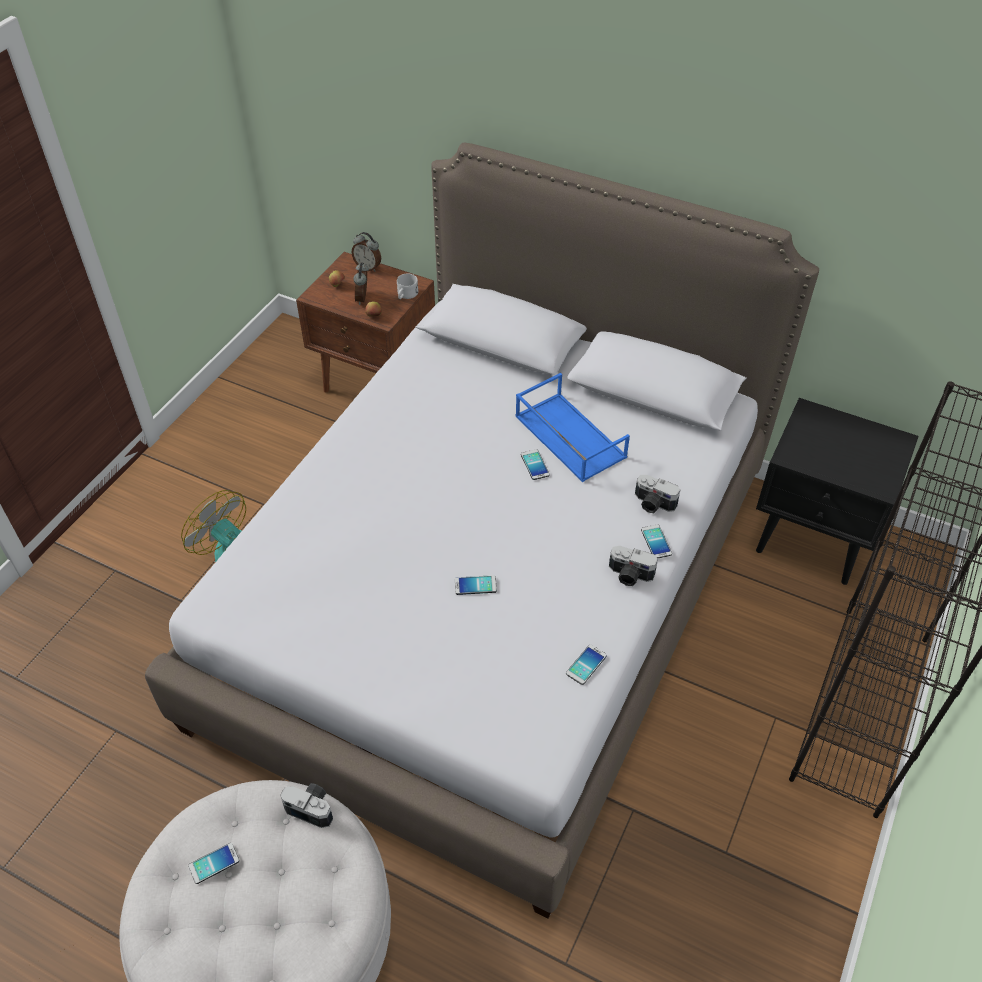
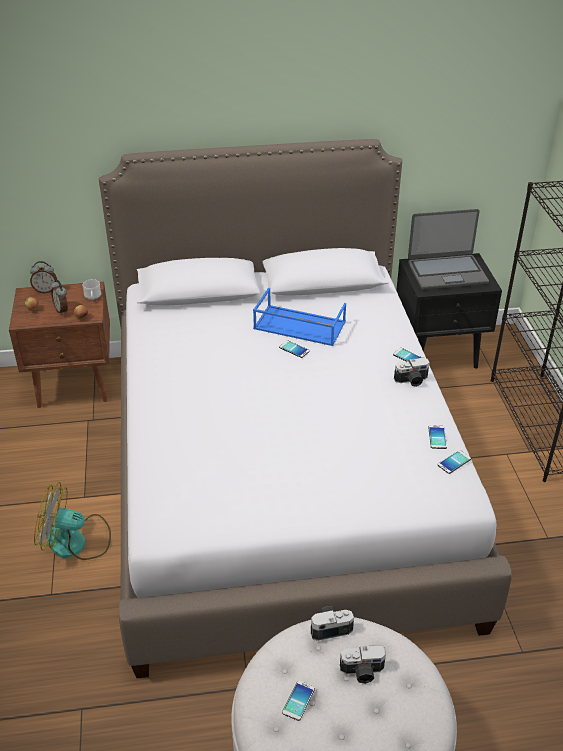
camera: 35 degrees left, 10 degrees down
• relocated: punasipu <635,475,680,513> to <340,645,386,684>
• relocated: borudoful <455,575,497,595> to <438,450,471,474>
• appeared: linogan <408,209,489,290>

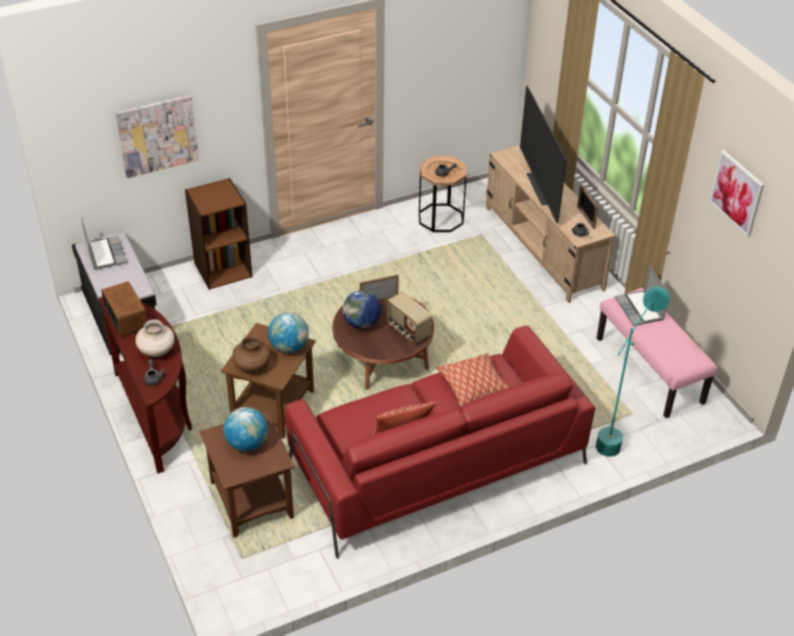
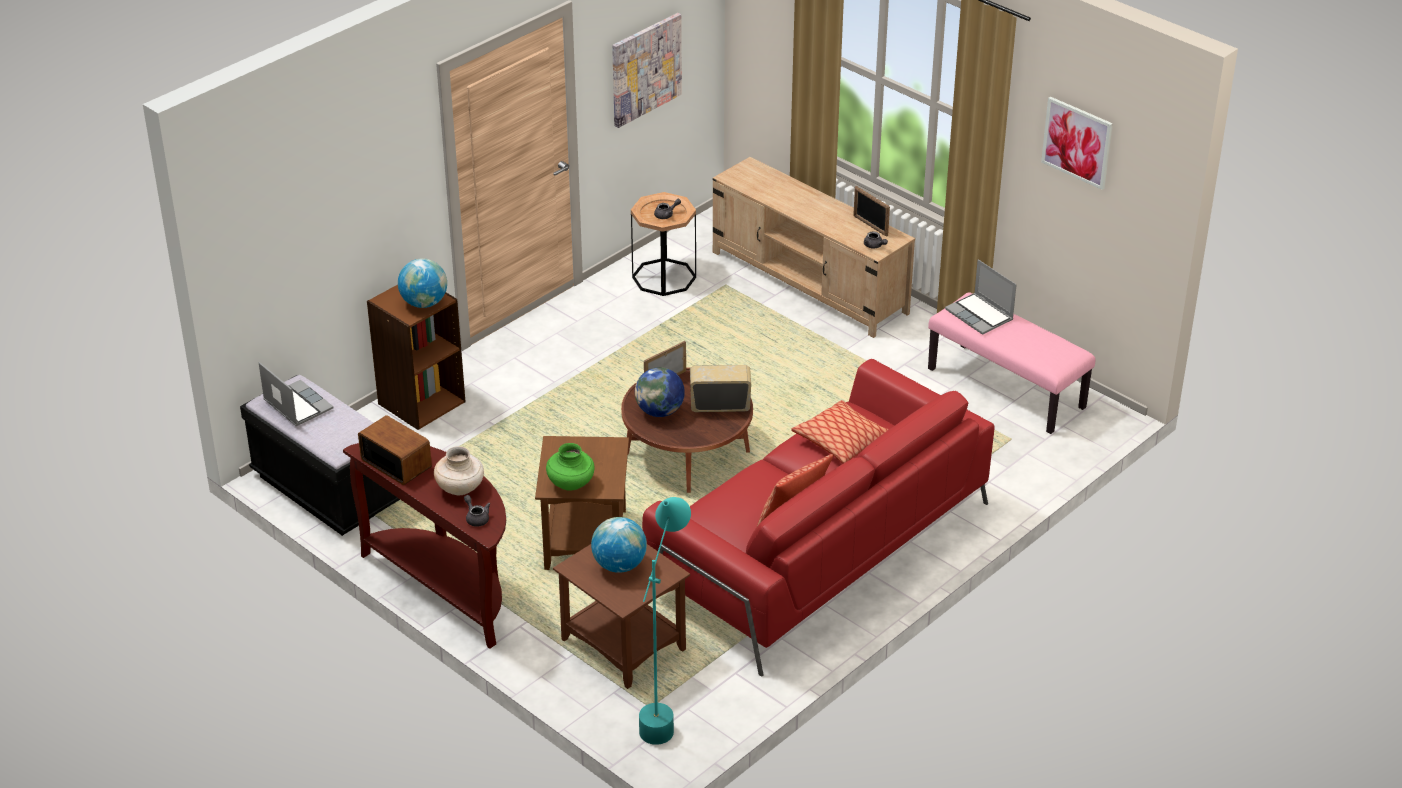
camera: 20 degrees left, 5 degrees down
• missing: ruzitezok <520,86,567,223>
• relocated: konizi <115,95,199,178> to <612,13,682,128>
• relocated: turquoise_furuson <596,287,670,457> to <639,497,691,745>
• spun: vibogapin <386,292,432,344> = <690,365,751,412> 150 degrees clockwise
• relocated: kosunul <268,312,309,353> to <398,258,447,308>
• colour: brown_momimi <232,336,270,372> to green_momimi <546,443,594,491>

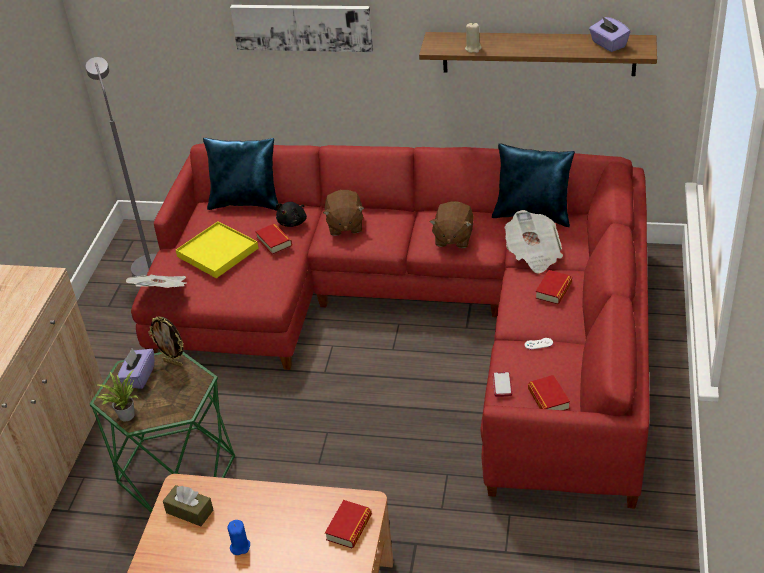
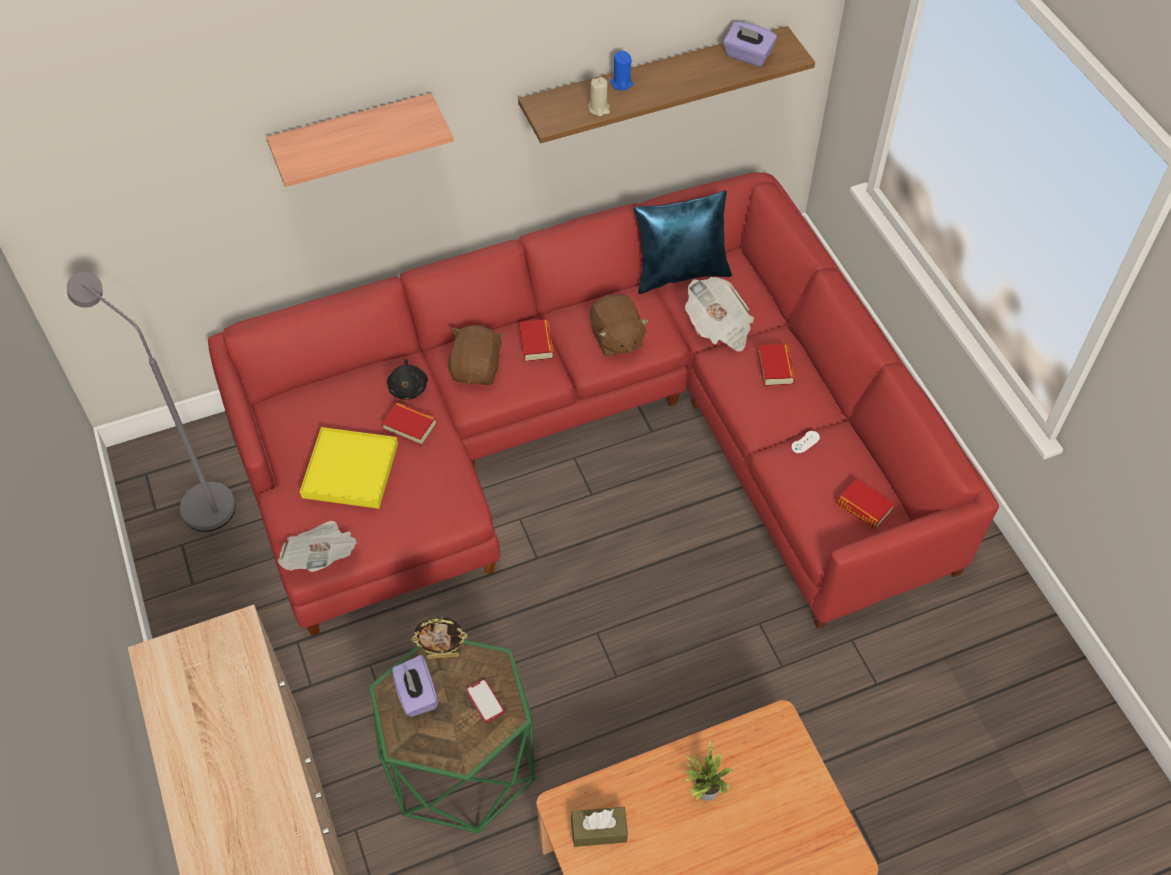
camera: 35 degrees left, 15 degrees up
• exchanged: konizi <230,5,373,52> to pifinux <266,93,454,187>
• missing: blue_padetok <203,138,278,210>
• spun: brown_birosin <323,190,364,236> = <448,325,504,385> 135 degrees counterclockwise
• relocated: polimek <96,370,138,421> to <684,739,734,801>
• relocated: borudoful <493,372,512,397> to <466,679,504,723>
• relocated: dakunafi <325,500,372,548> to <520,319,554,362>
• relocated: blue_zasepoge <227,520,250,555> to <610,51,633,91>

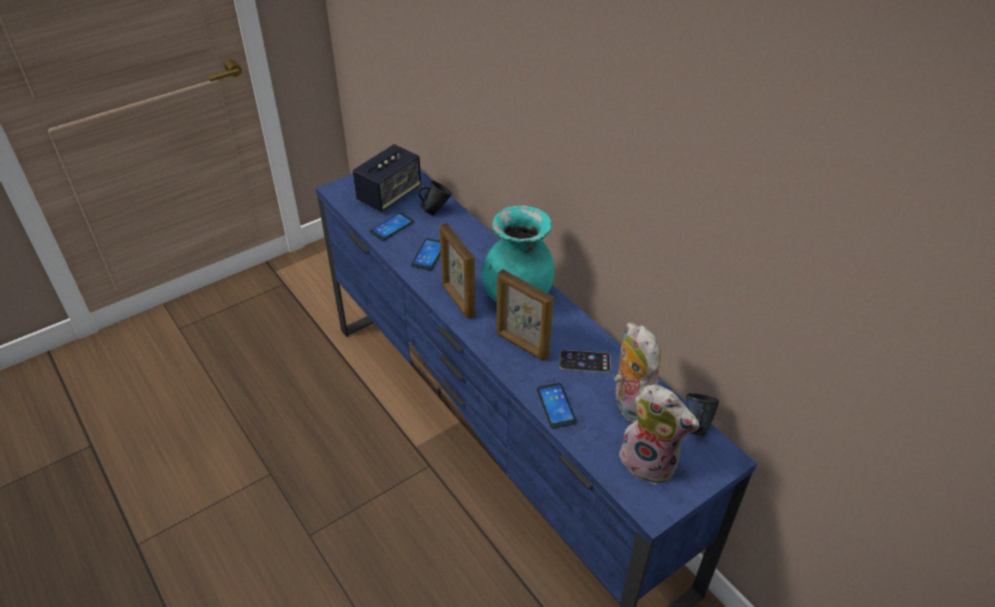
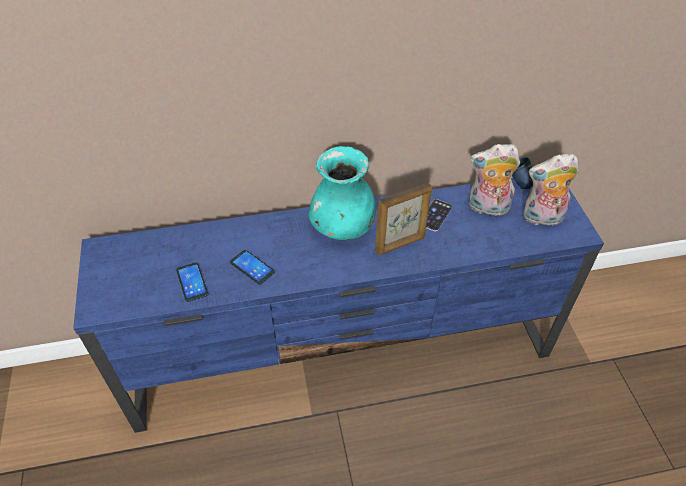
camera: 65 degrees left, 5 degrees up
• missing: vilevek <353,144,421,212>
• missing: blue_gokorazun <418,181,452,215>
• missing: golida <439,223,475,319>
• missing: borudoful <537,383,577,428>
• spun: birosin <619,384,699,485> = <523,153,579,226> 150 degrees counterclockwise

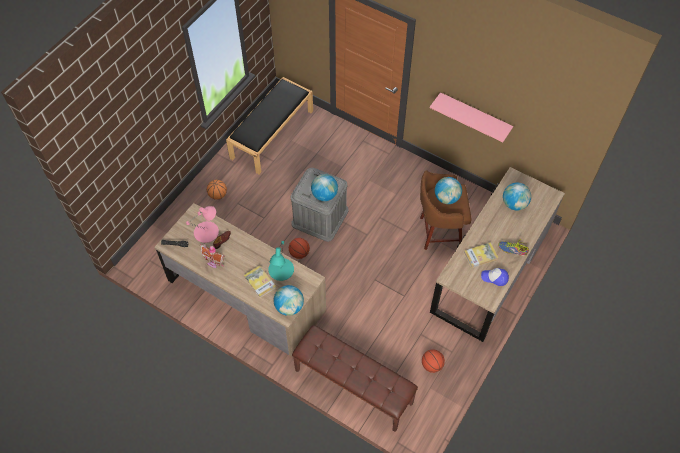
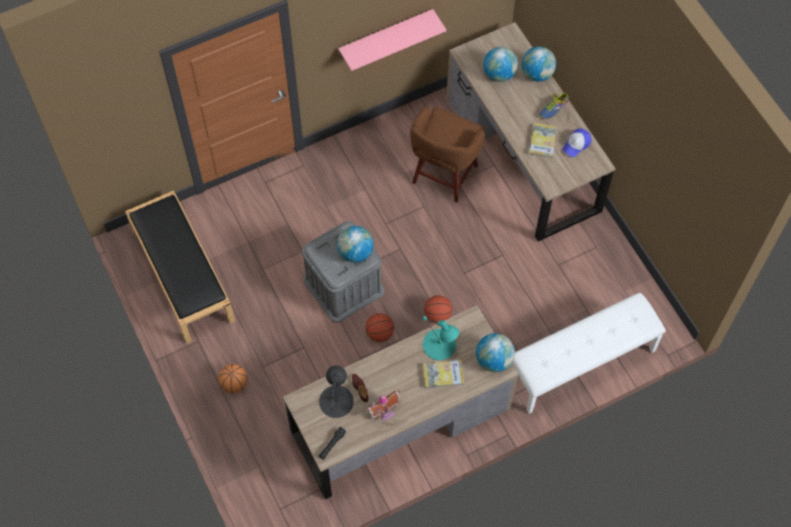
camera: 60 degrees left, 5 degrees up
• relocated: kosunul <435,177,462,204> to <522,46,556,82>
• colour: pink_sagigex <186,206,219,243> to black_sagigex <319,365,354,418>
• colour: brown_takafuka <292,325,418,432> to white_takafuka <512,293,666,414>
• relocated: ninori <422,349,445,373> to <424,295,452,324>

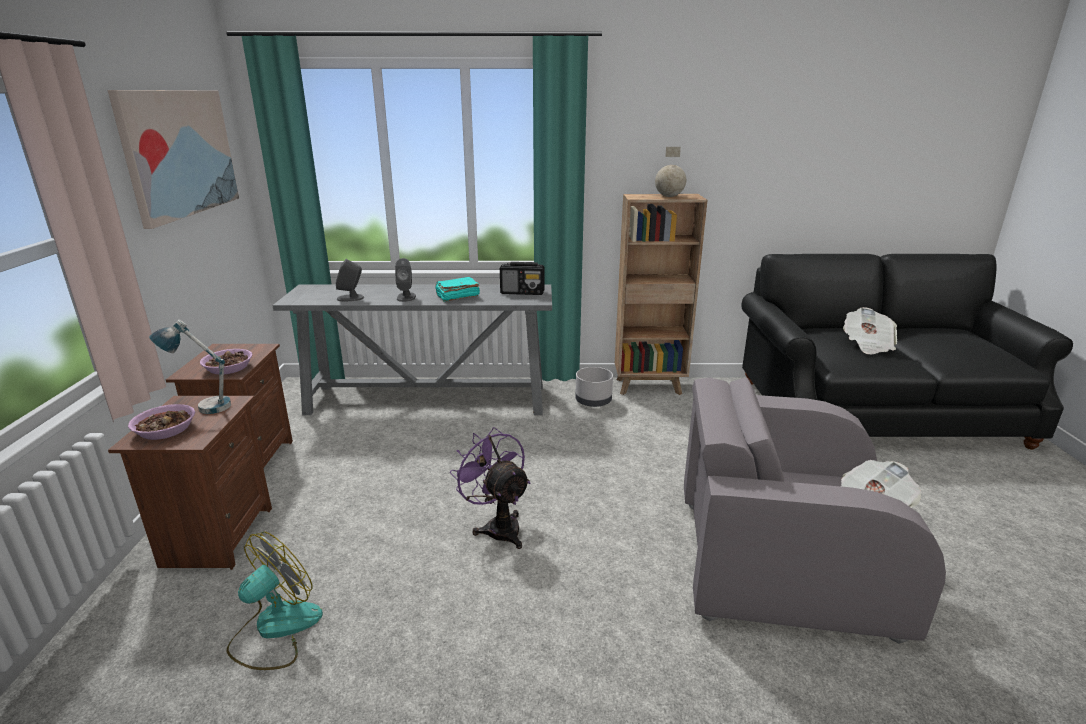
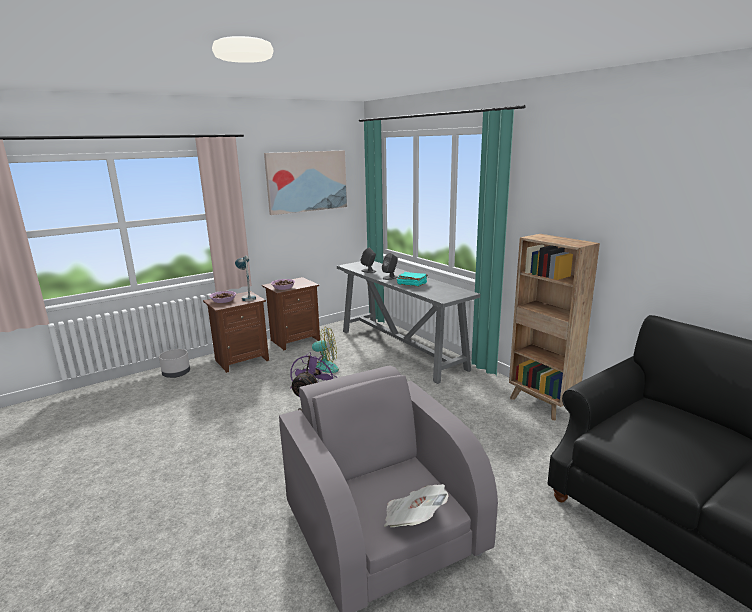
camera: 55 degrees right, 5 degrees down
• missing: kosunul <655,147,686,197>
• missing: vibogapin <500,262,544,295>
• missing: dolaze <843,307,897,354>
• relocated: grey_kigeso <575,367,613,407> to <159,349,190,378>
• relocated: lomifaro <227,532,323,670> to <303,327,339,373>

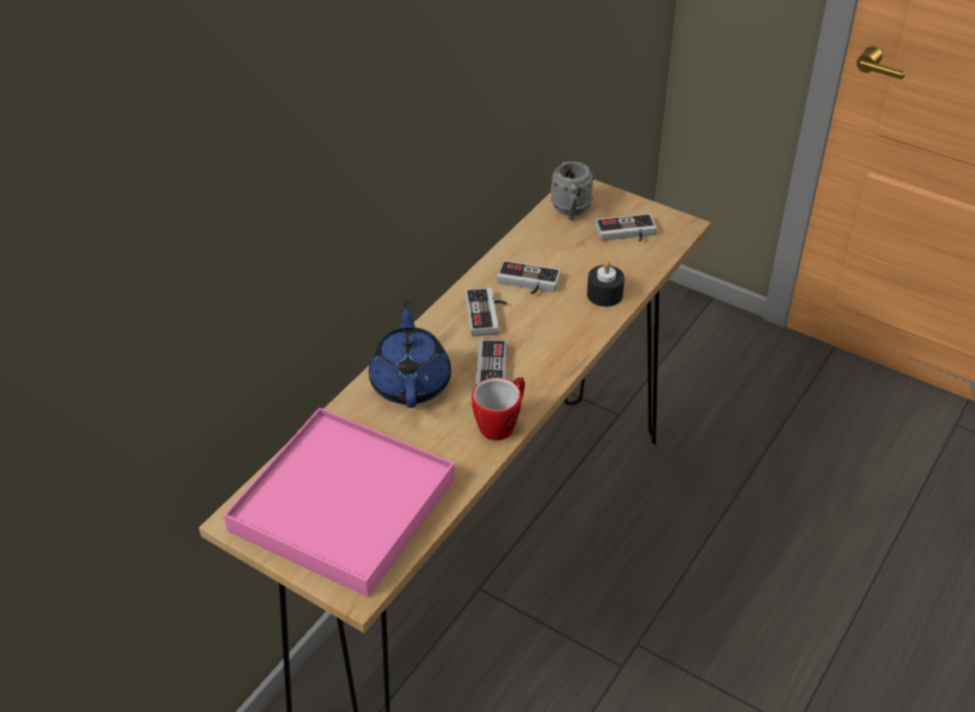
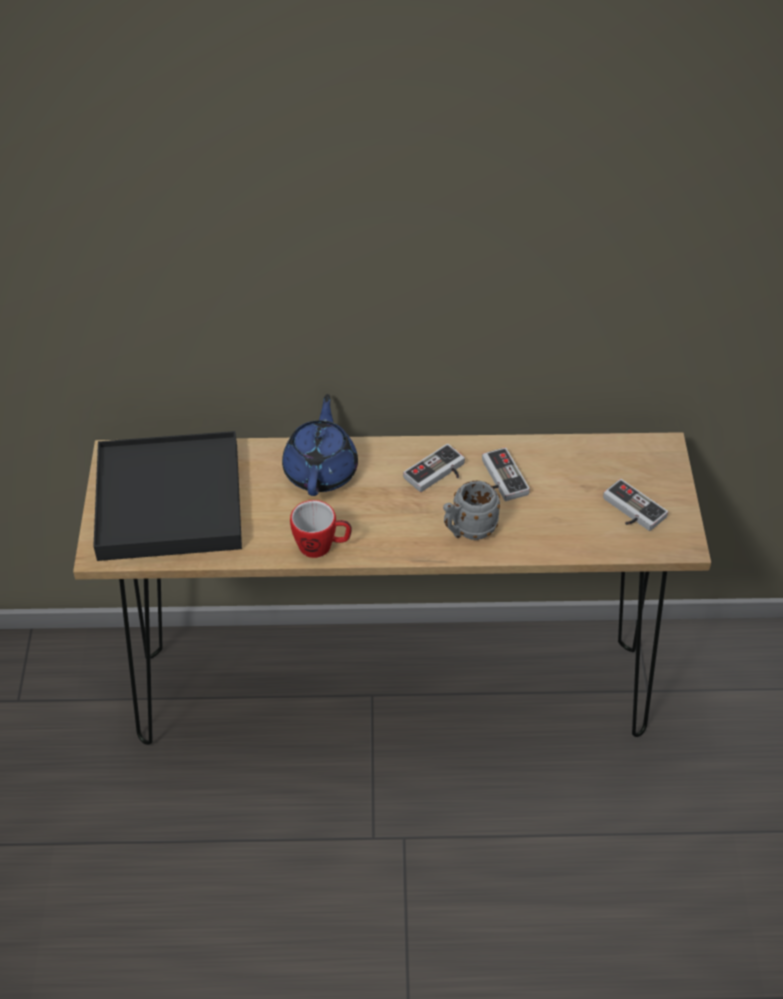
camera: 55 degrees right, 5 degrees up
• relocated: grey_gokorazun <551,161,594,220> to <443,481,500,540>
• missing: black_zasepoge <587,261,625,307>
• spun: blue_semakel <369,300,451,408> = <282,394,358,496> 45 degrees counterclockwise
• missing: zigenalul <476,339,506,385>
• colour: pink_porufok <224,408,455,597> to black_porufok <93,431,242,561>

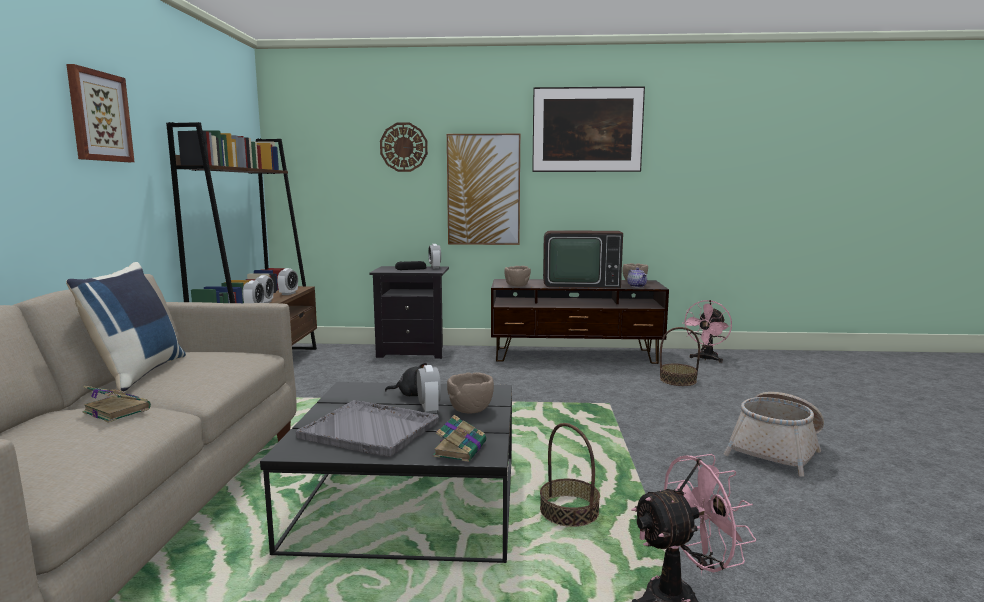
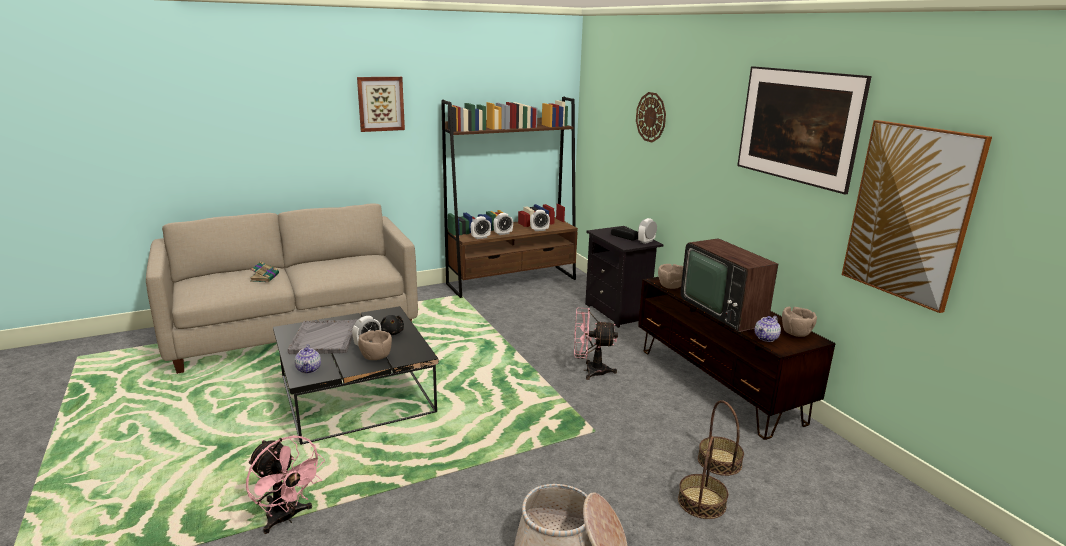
camera: 60 degrees right, 10 degrees up
• relocated: konizi <447,134,520,245> to <842,120,992,313>
• missing: blue_padetok <66,262,186,392>
• relocated: pink_lomifaro <682,300,732,363> to <574,308,618,380>
• exchanged: dakunafi <433,415,486,462> to semakel <294,344,321,373>
• relocated: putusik <540,423,600,527> to <678,436,728,519>

